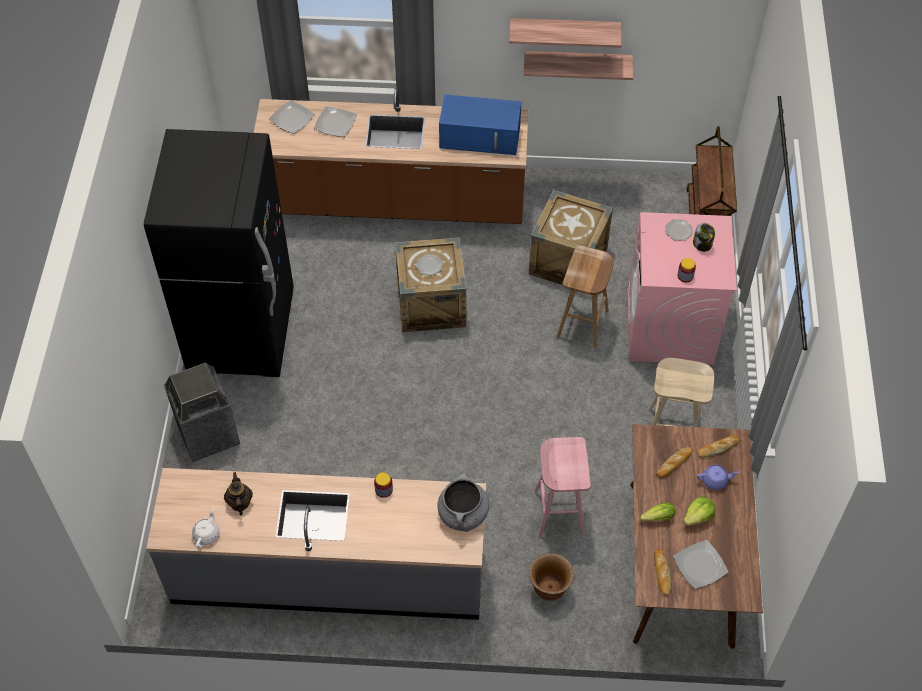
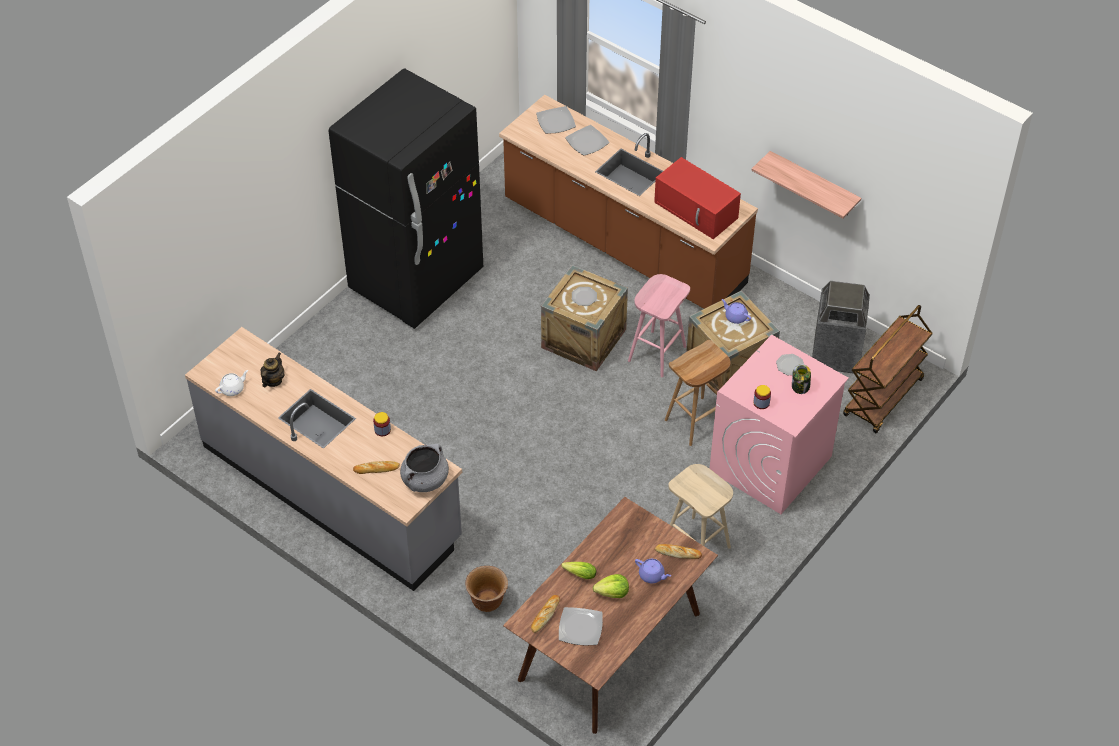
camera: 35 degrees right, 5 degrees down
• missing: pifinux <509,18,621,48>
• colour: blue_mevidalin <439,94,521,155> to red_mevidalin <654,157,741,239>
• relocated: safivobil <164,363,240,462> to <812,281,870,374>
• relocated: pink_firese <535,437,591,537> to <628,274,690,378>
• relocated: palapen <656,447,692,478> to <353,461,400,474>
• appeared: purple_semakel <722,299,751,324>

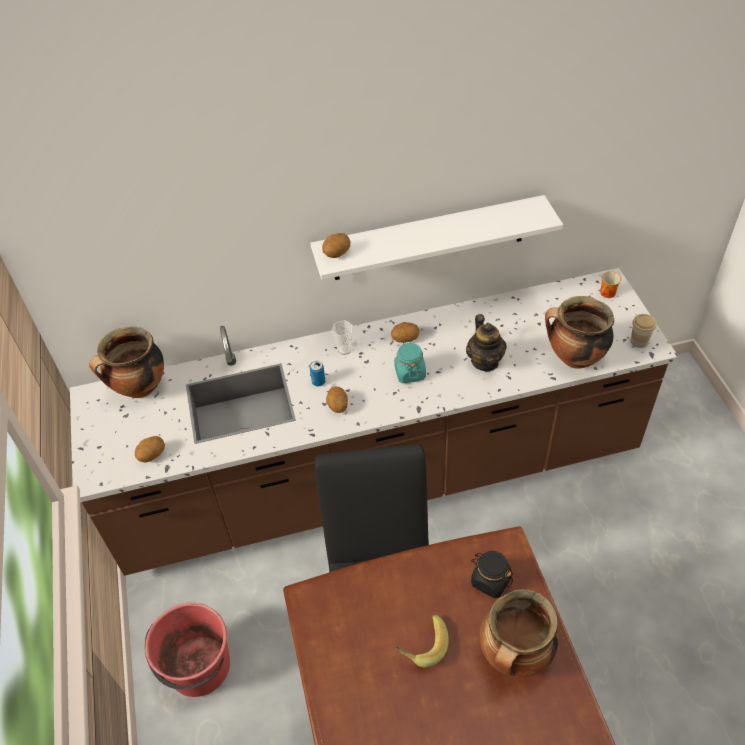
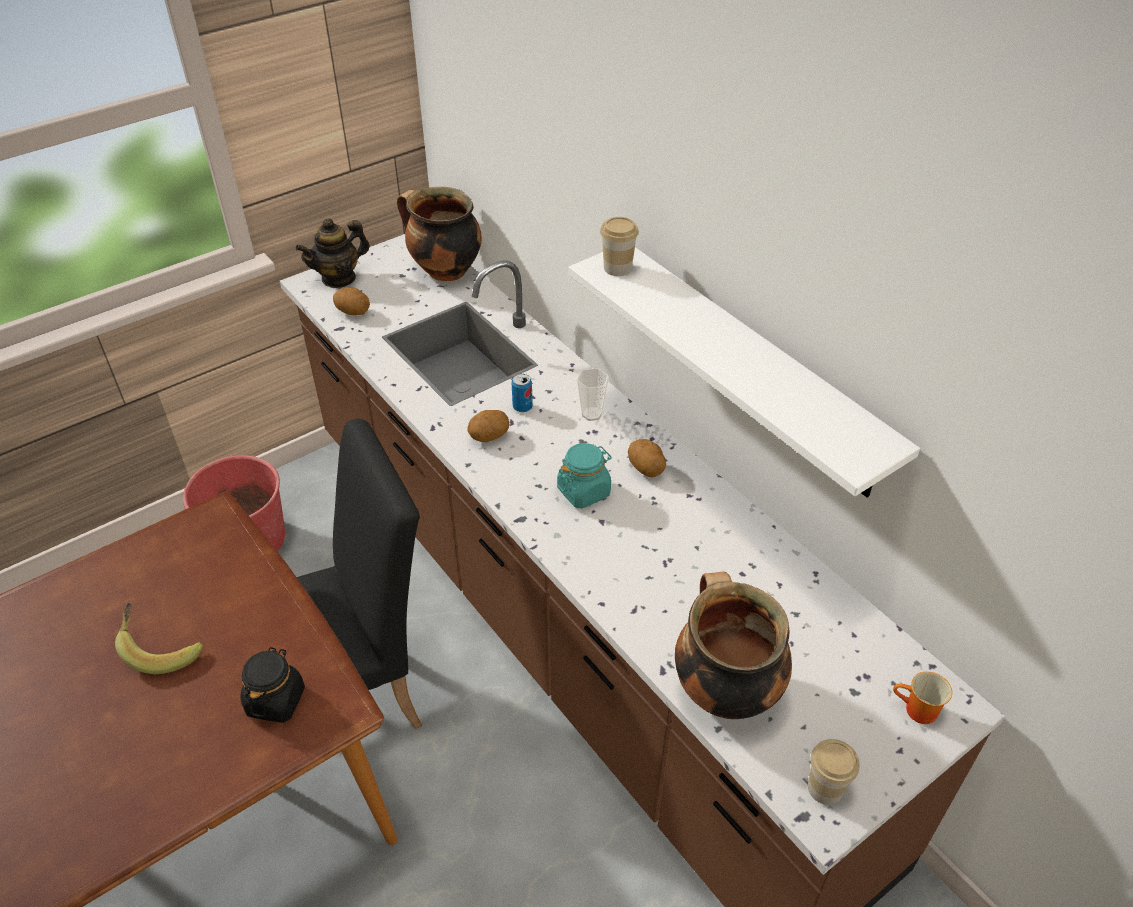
camera: 65 degrees right, 5 degrees down
• exchanged: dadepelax <322,233,351,258> to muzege <600,217,639,276>
• relocated: semakel <466,314,507,372> to <295,218,370,288>
• missing: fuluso <480,589,559,678>

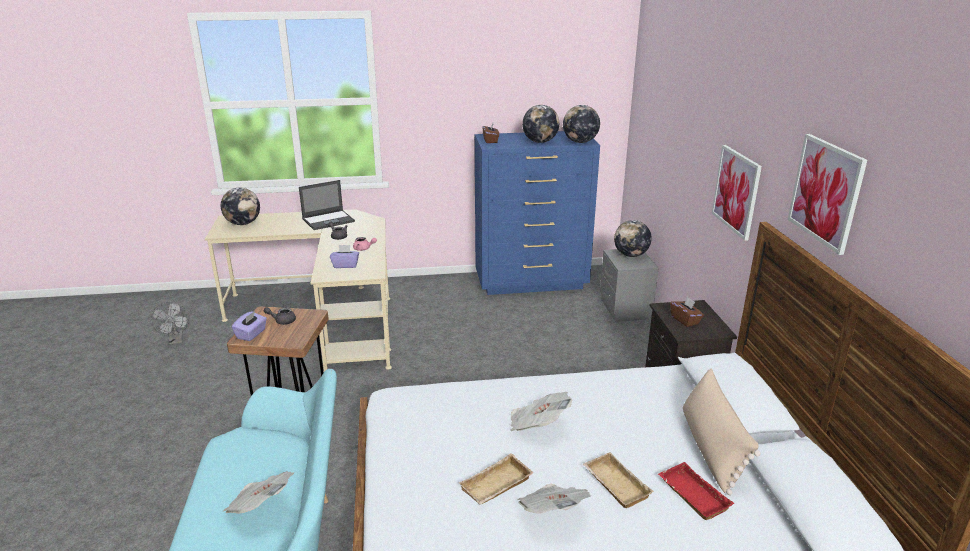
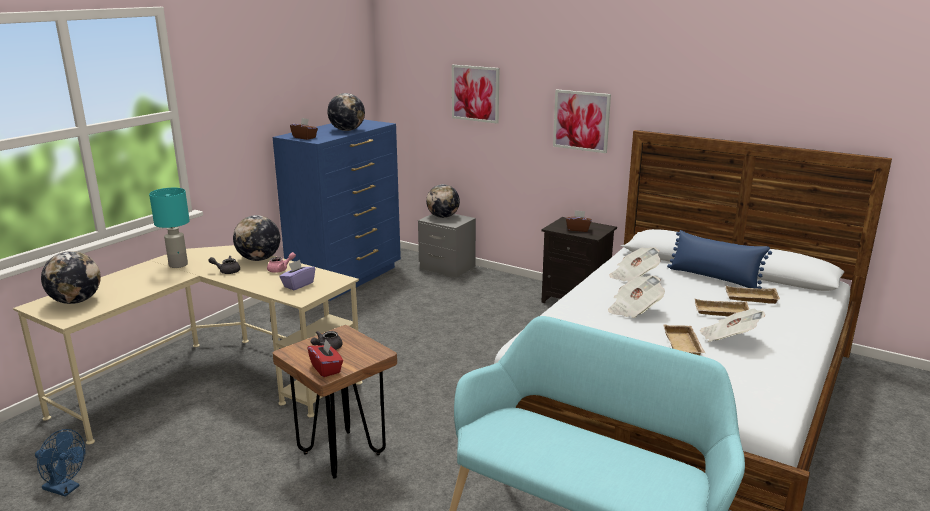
camera: 50 degrees left, 5 degrees down
• relocated: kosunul <563,105,600,143> to <233,215,280,261>
• relocated: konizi <788,134,867,255> to <452,65,499,123>
• exchanged: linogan <299,180,355,230> to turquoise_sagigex <149,188,190,268>
• colour: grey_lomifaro <150,302,190,345> to blue_lomifaro <35,429,86,497>
• colour: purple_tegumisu <232,311,267,341> to red_tegumisu <307,340,343,377>
• colour: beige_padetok <683,369,761,495> to blue_padetok <667,230,772,289>
• colour: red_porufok <658,462,734,520> to beige_porufok <726,286,780,304>
• relocated: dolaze <223,471,294,514> to <609,247,661,282>

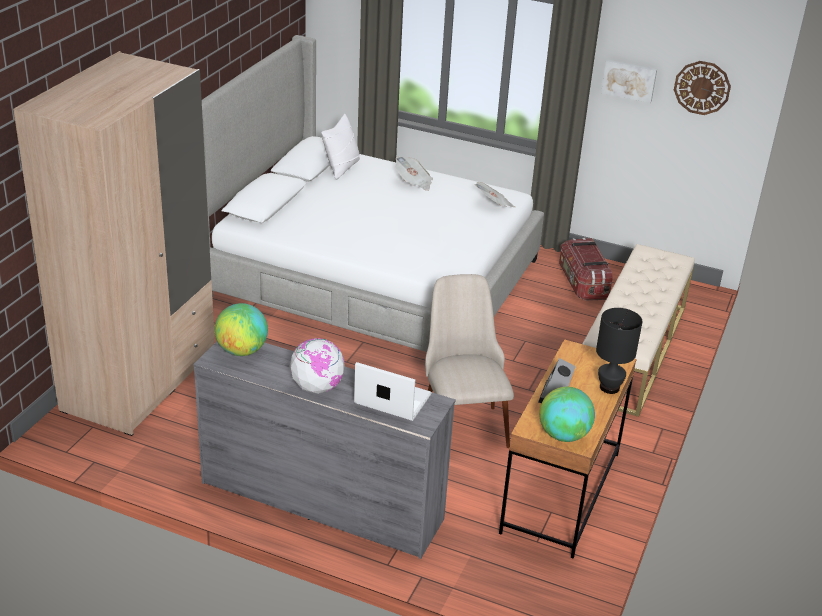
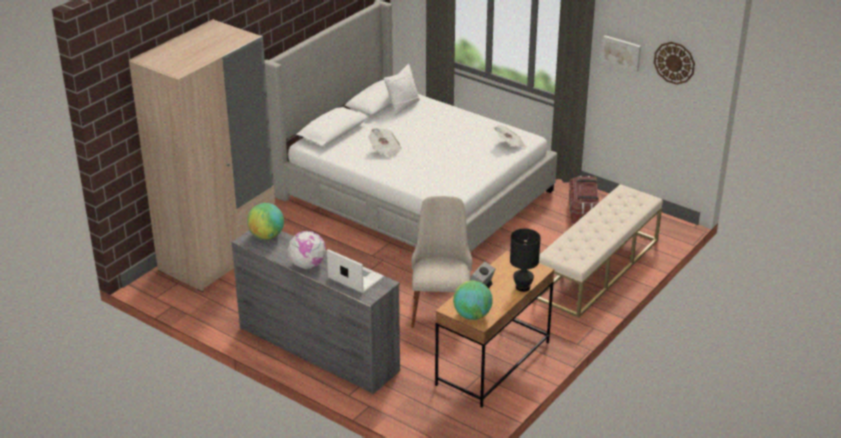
camera: 15 degrees right, 0 degrees up
• relocated: dolaze <395,156,433,191> to <368,128,402,158>

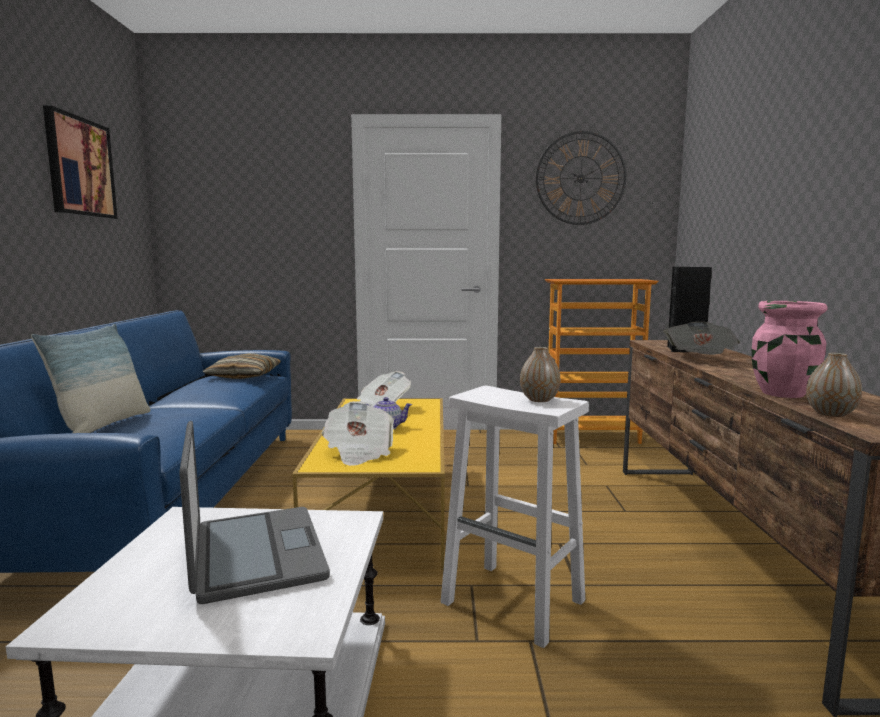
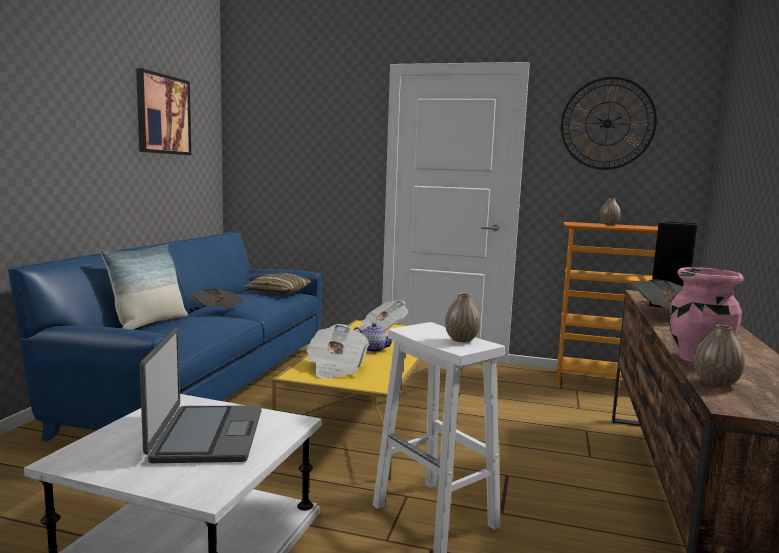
camera: 15 degrees right, 0 degrees up
• appeared: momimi <599,198,621,225>
• appeared: dolaze <189,288,243,308>

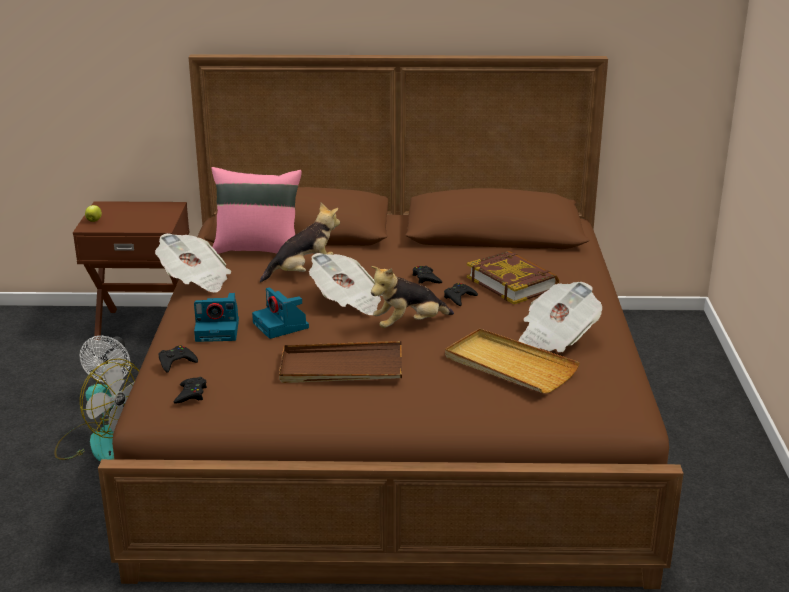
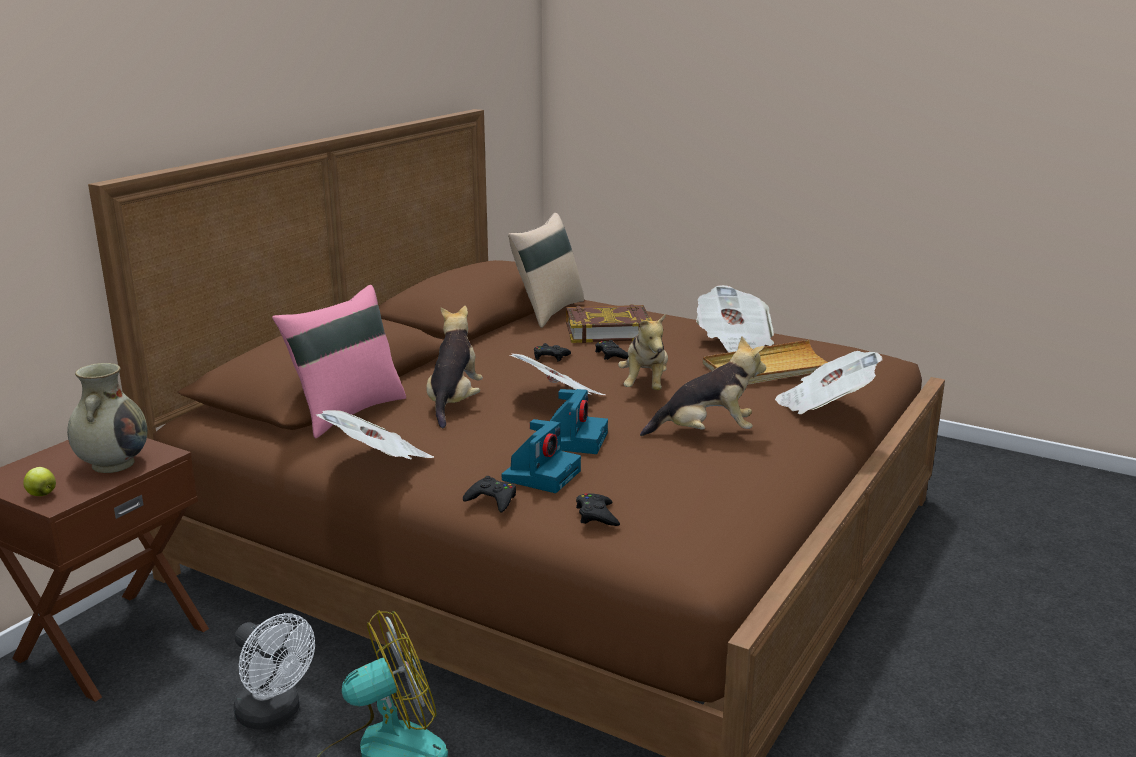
camera: 60 degrees left, 5 degrees down
• spun: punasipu <252,287,309,339> = <550,389,608,454> 75 degrees counterclockwise
• exchanged: brown_porufok <279,341,402,383> to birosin <640,336,766,436>
• relocated: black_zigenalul <174,377,207,404> to <463,476,516,513>
• appeared: beige_padetok <508,213,584,328>
• appeared: dolaze <775,351,883,414>
• appeared: beige_momimi <67,363,148,473>

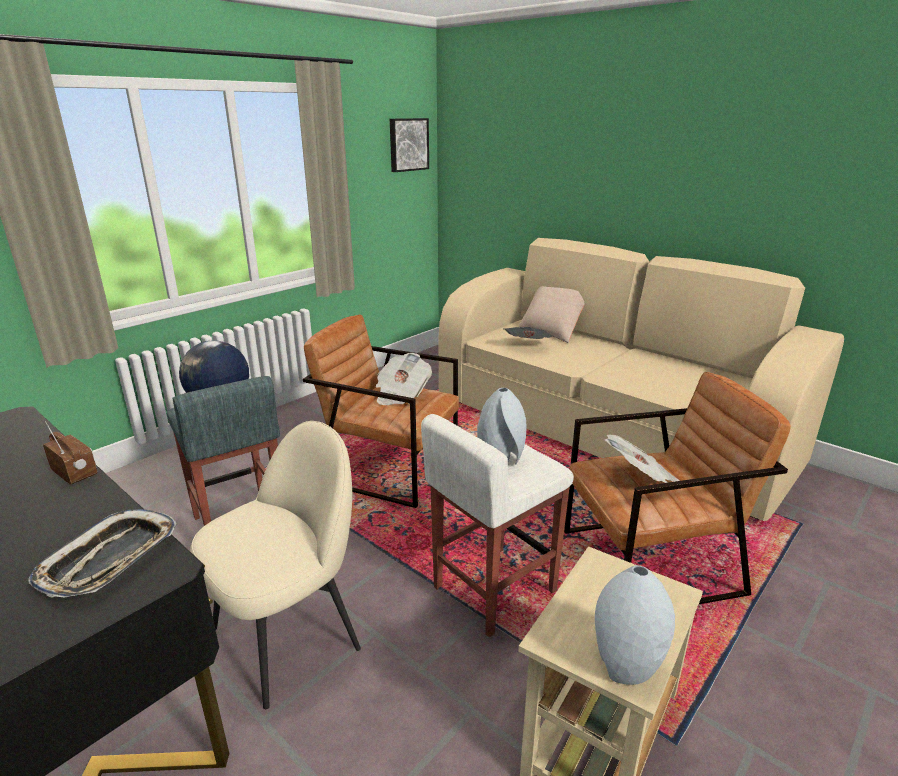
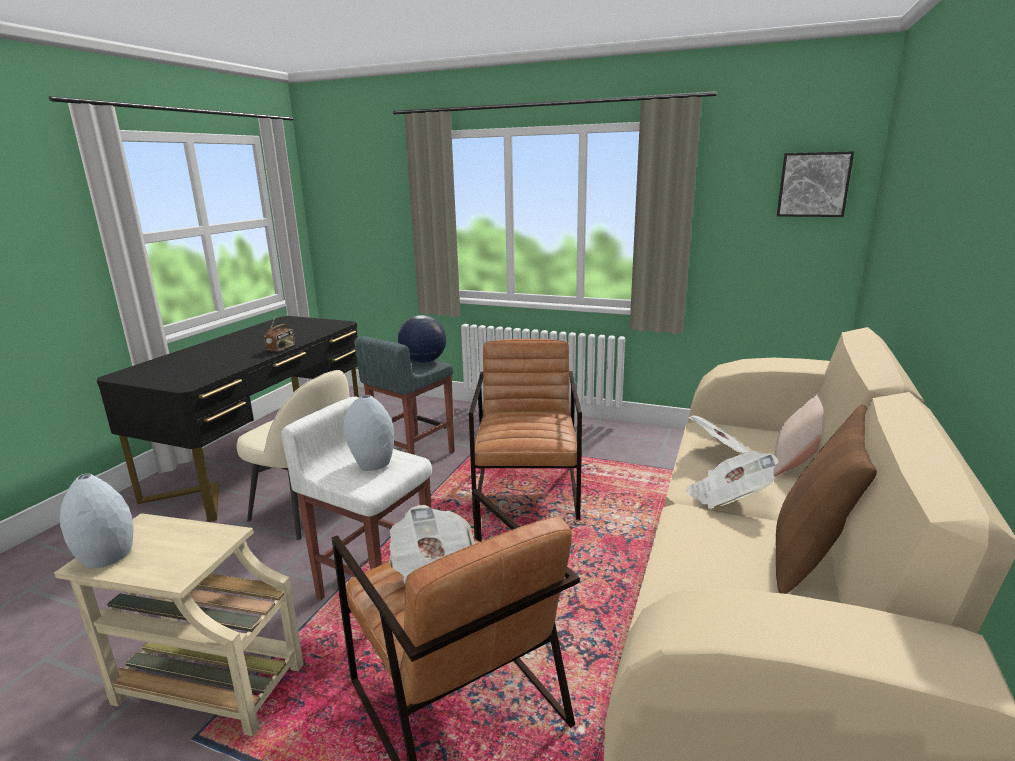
camera: 70 degrees right, 5 degrees down
• relocated: dolaze <376,353,432,405> to <686,451,779,509>
• missing: porufok <28,509,177,598>
• appeared: brown_padetok <776,405,877,594>

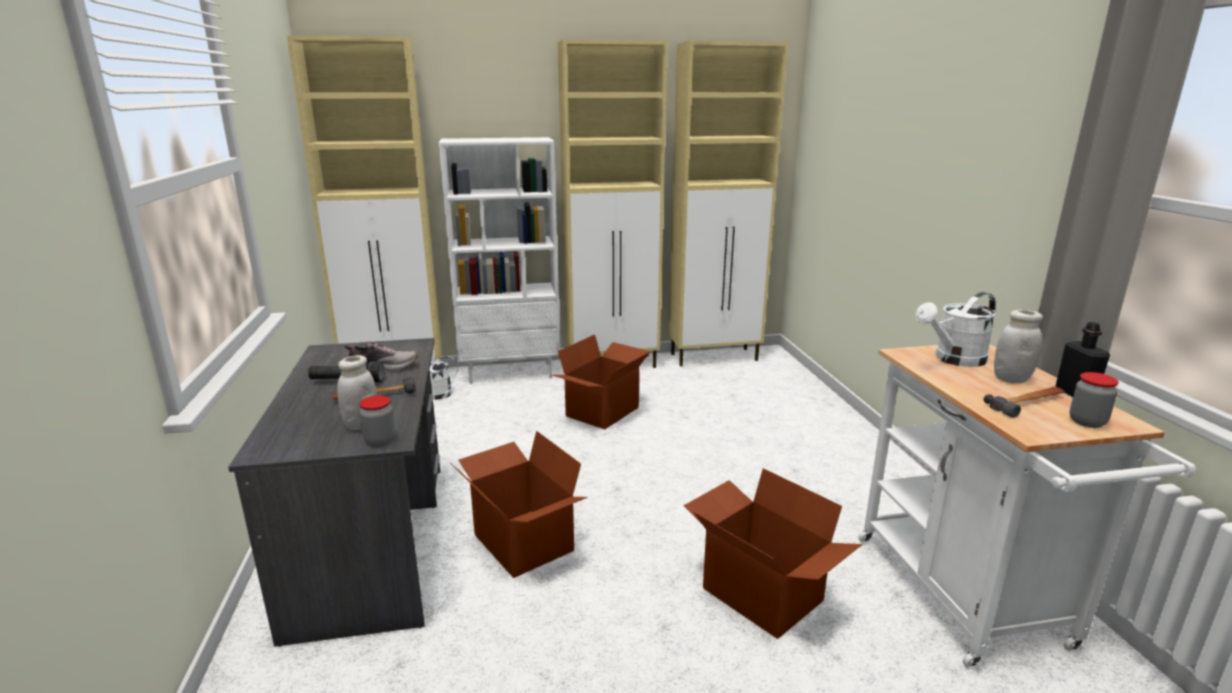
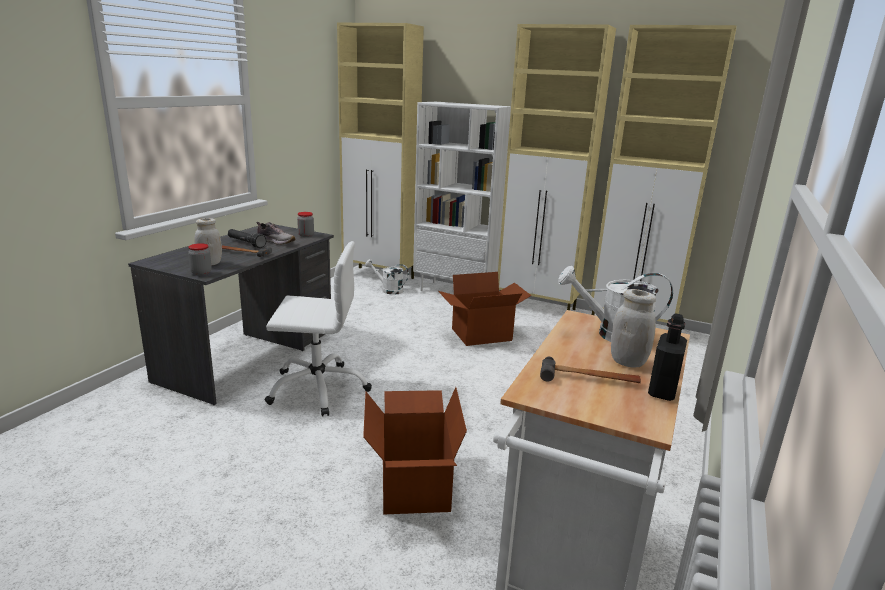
camera: 35 degrees right, 0 degrees up
• relocated: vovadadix <1069,372,1119,428> to <297,212,314,237>
• exchanged: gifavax <450,431,588,578> to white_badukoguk <265,241,372,416>

